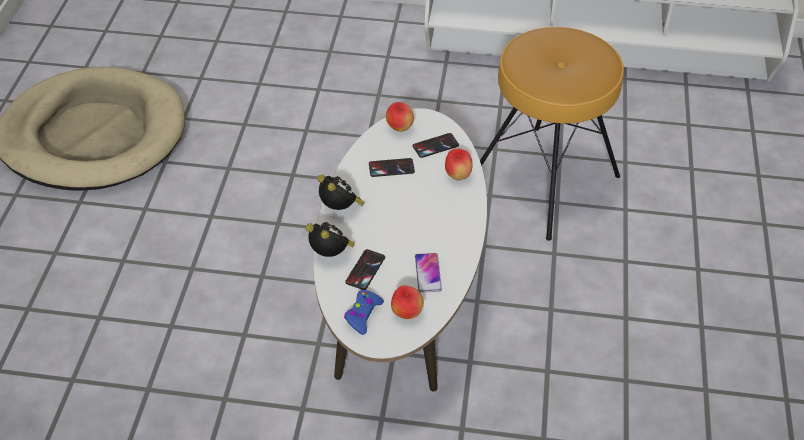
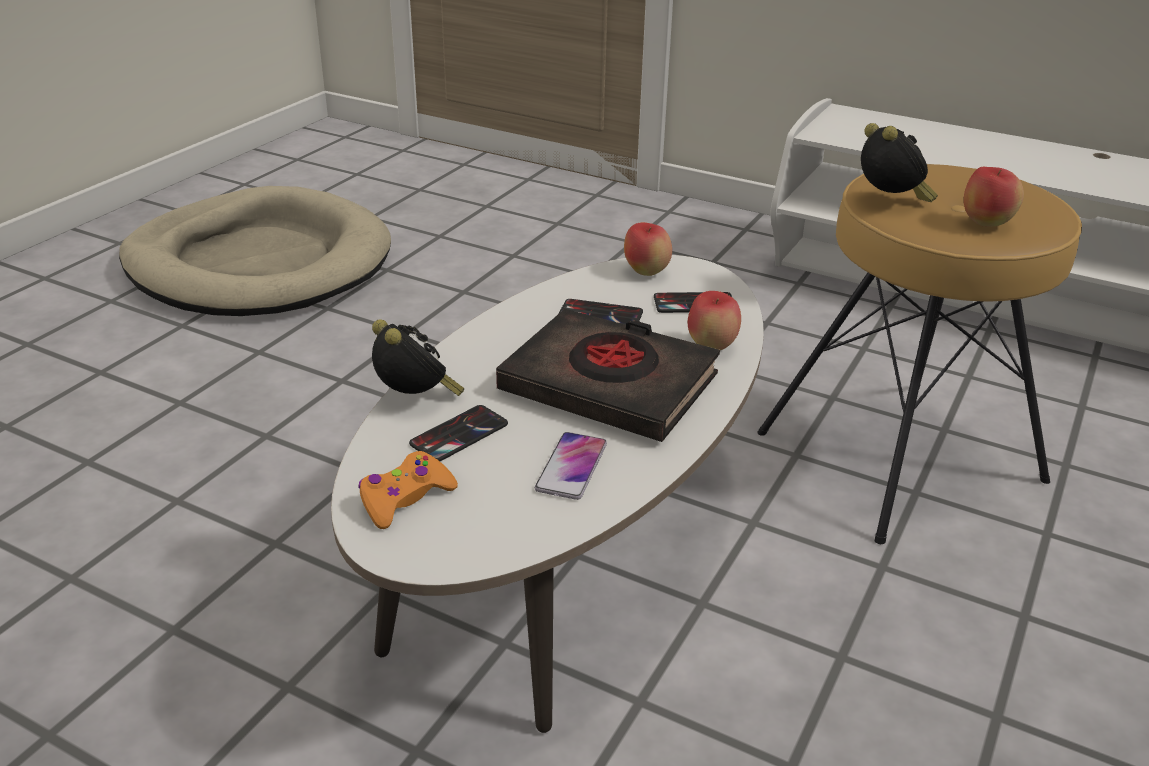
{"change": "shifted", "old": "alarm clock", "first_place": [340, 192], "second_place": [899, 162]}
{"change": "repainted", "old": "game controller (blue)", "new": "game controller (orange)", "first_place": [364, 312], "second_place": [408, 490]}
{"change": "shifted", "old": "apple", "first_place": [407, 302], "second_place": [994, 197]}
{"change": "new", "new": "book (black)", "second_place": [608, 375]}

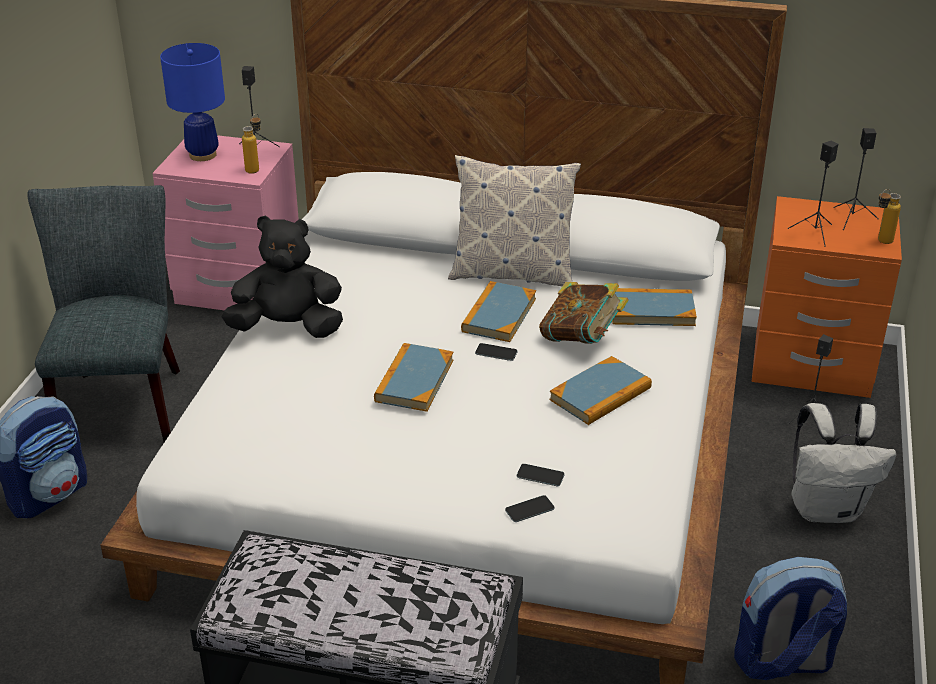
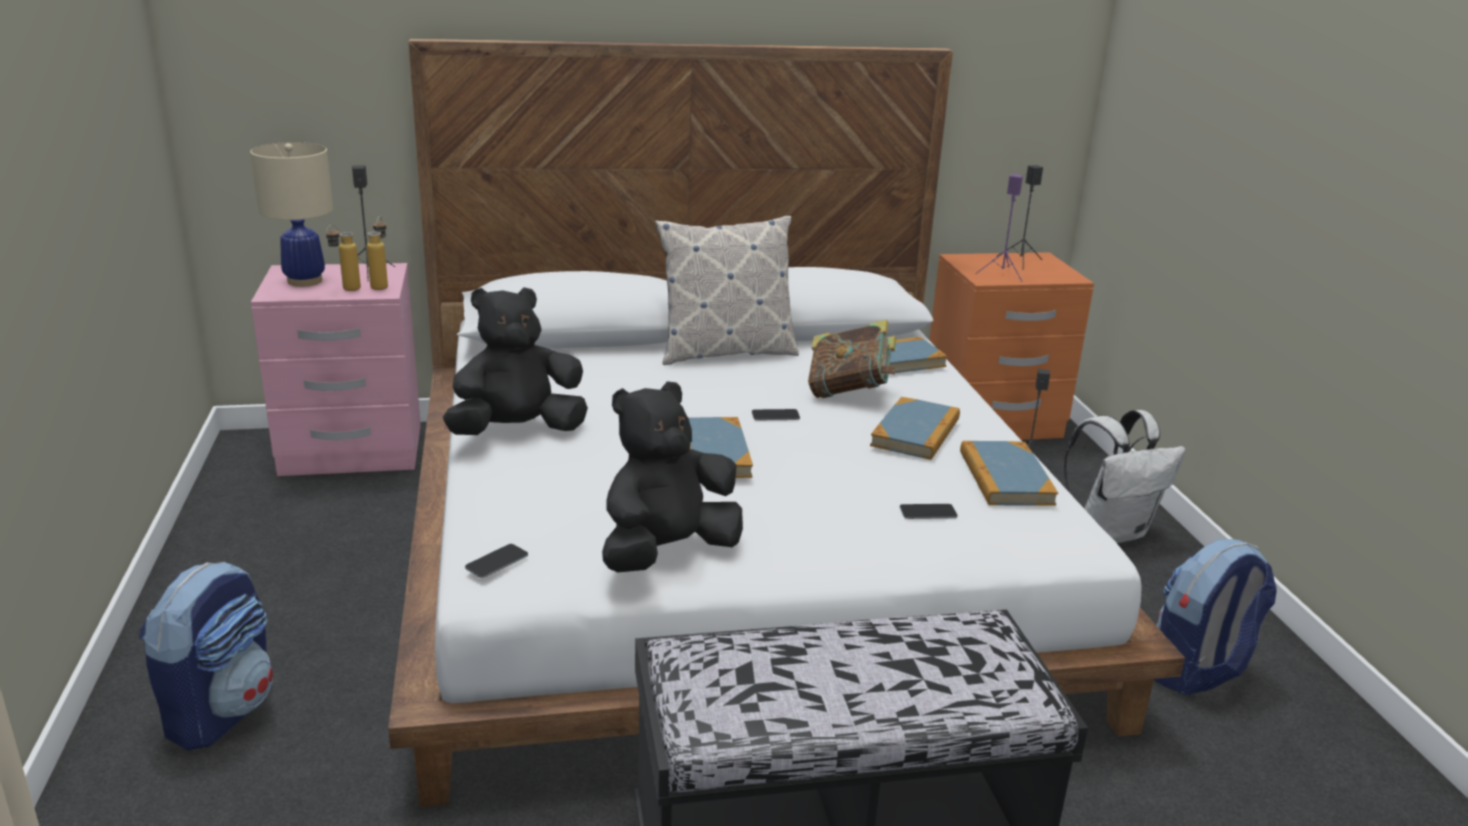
{"change": "gone", "old": "chair (grey)", "first_place": [103, 313]}
{"change": "repainted", "old": "table lamp (blue)", "new": "table lamp (beige)", "first_place": [192, 102], "second_place": [291, 214]}
{"change": "shifted", "old": "book", "first_place": [498, 311], "second_place": [1009, 473]}
{"change": "shifted", "old": "phone", "first_place": [530, 508], "second_place": [496, 561]}
{"change": "repainted", "old": "speaker (black)", "new": "speaker (purple)", "first_place": [813, 194], "second_place": [999, 228]}
{"change": "shifted", "old": "bottle", "first_place": [889, 216], "second_place": [343, 258]}
{"change": "new", "new": "plush toy (black)", "second_place": [672, 476]}

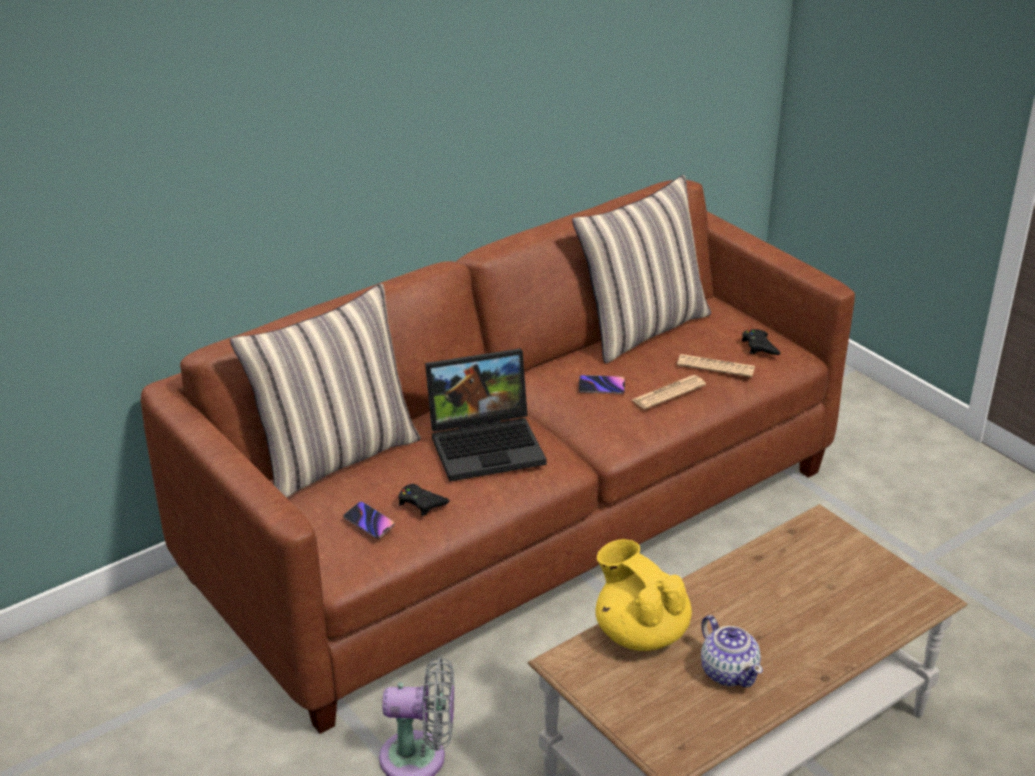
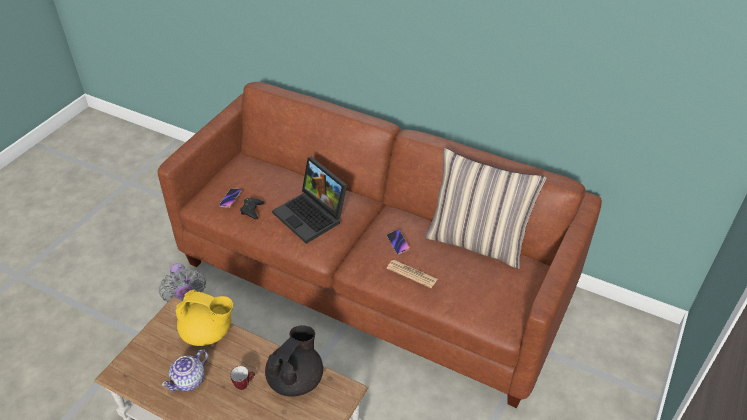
{"change": "gone", "old": "pillow", "first_place": [325, 391]}
{"change": "rotated", "old": "teapot (yellow)", "first_place": [644, 595], "second_place": [204, 317], "degrees": 75}
{"change": "gone", "old": "newspaper", "first_place": [716, 365]}
{"change": "gone", "old": "game controller (black)", "first_place": [761, 342]}
{"change": "new", "new": "mug", "second_place": [242, 378]}
{"change": "new", "new": "teapot (black)", "second_place": [294, 361]}

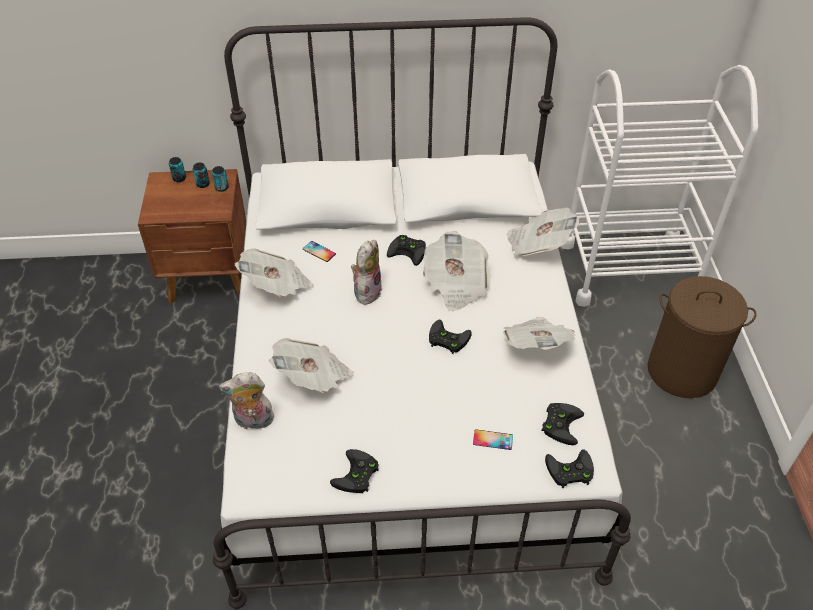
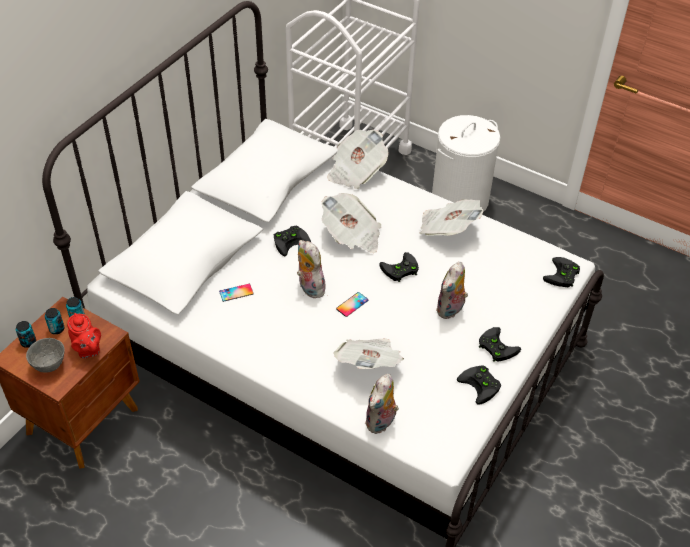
{"change": "gone", "old": "newspaper", "first_place": [274, 272]}
{"change": "shifted", "old": "phone", "first_place": [493, 439], "second_place": [352, 304]}
{"change": "shifted", "old": "game controller (black)", "first_place": [562, 424], "second_place": [500, 344]}
{"change": "repainted", "old": "laundry basket (brown)", "new": "laundry basket (white)", "first_place": [702, 337], "second_place": [466, 163]}
{"change": "new", "new": "bowl (grey)", "second_place": [45, 355]}
{"change": "new", "new": "teapot (red)", "second_place": [84, 336]}
{"change": "new", "new": "plush toy", "second_place": [452, 290]}

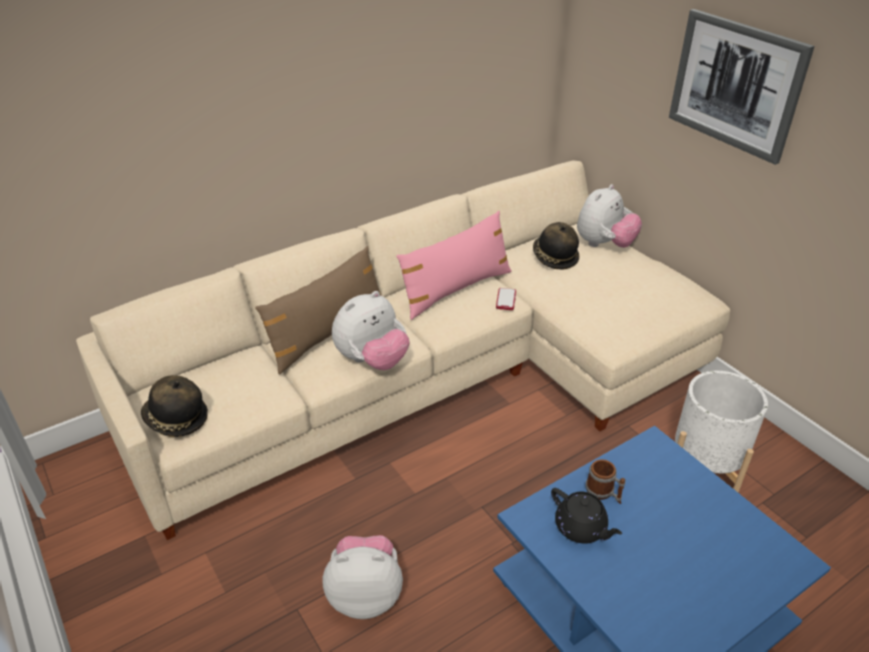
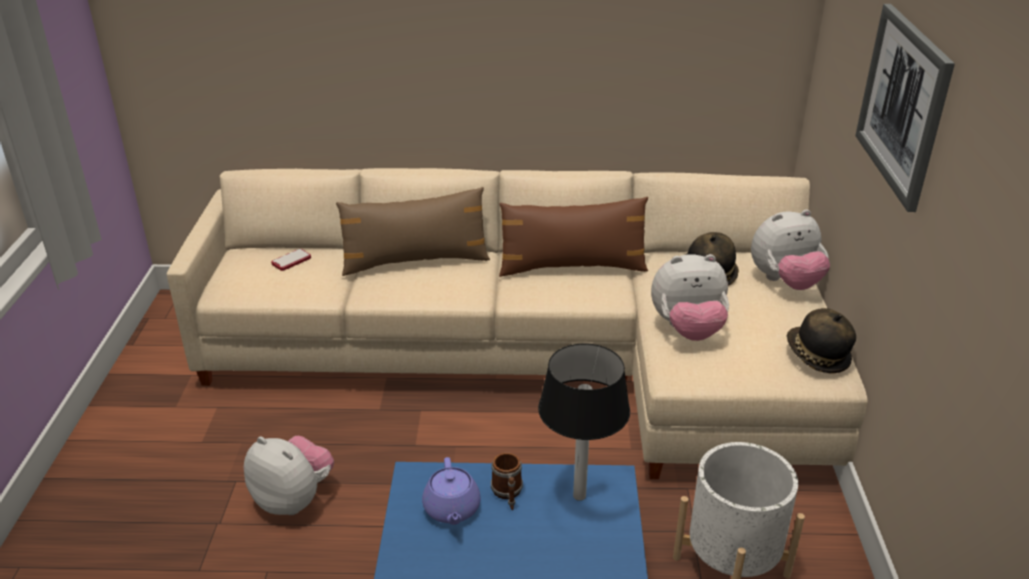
{"change": "shifted", "old": "hat", "first_place": [174, 406], "second_place": [821, 341]}
{"change": "shifted", "old": "plush toy", "first_place": [371, 330], "second_place": [690, 297]}
{"change": "repainted", "old": "pillow (pink)", "new": "pillow (brown)", "first_place": [454, 265], "second_place": [573, 237]}
{"change": "shifted", "old": "phone", "first_place": [506, 299], "second_place": [291, 260]}
{"change": "repainted", "old": "teapot (black)", "new": "teapot (purple)", "first_place": [586, 516], "second_place": [451, 491]}
{"change": "new", "new": "table lamp", "second_place": [584, 422]}

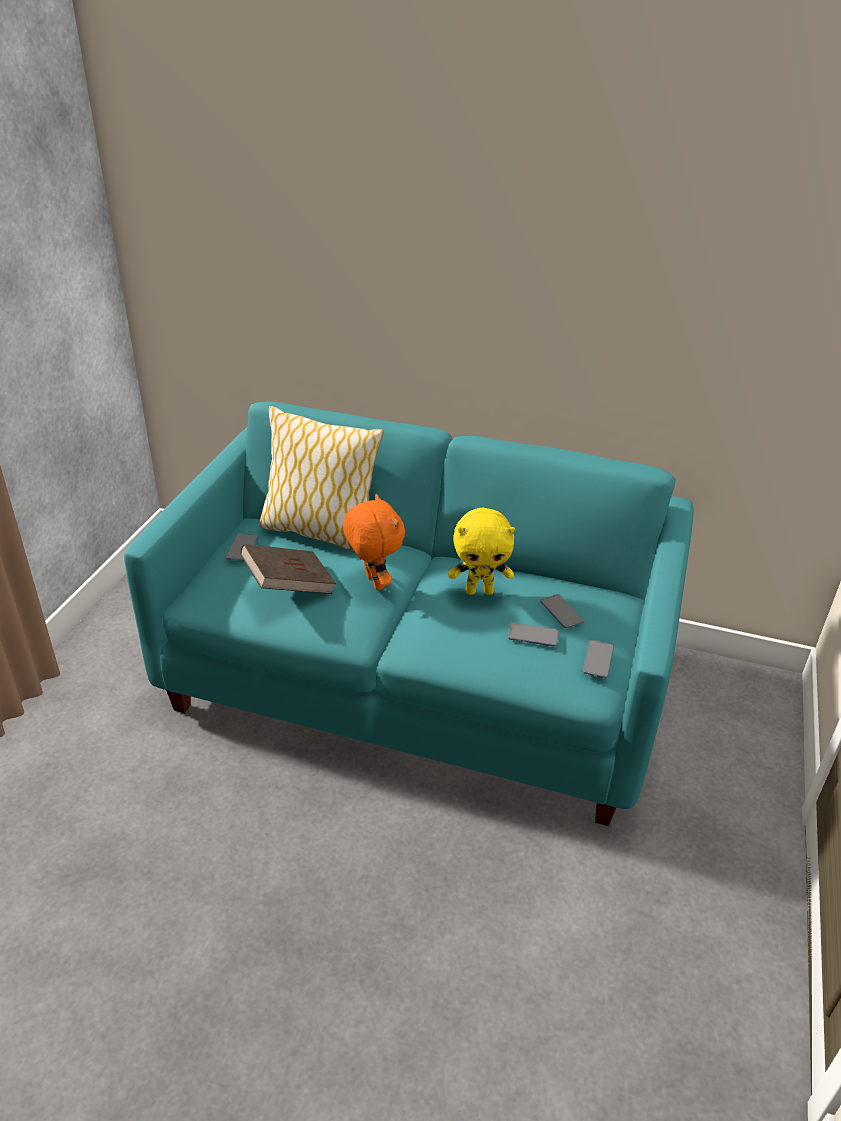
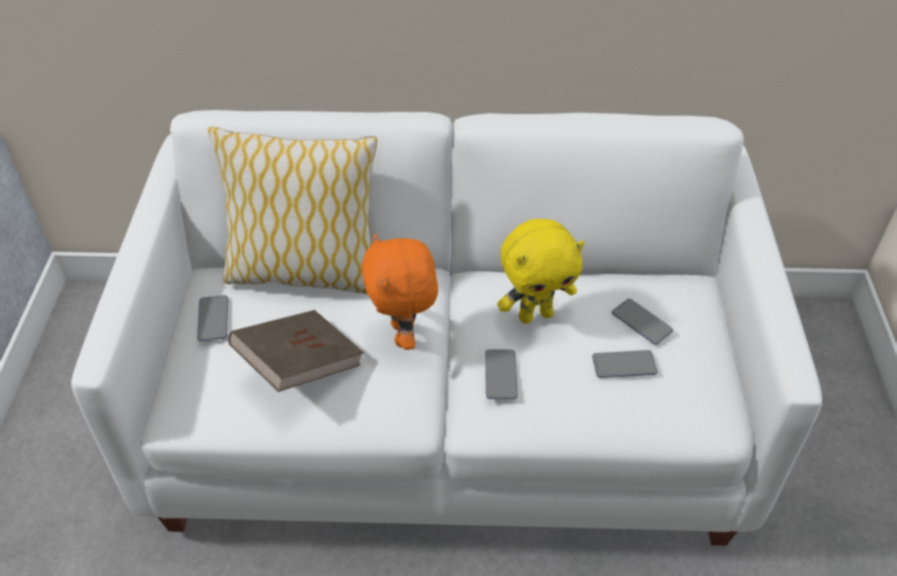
{"change": "repainted", "old": "sofa (turquoise)", "new": "sofa (white)", "first_place": [409, 613], "second_place": [446, 328]}
{"change": "rotated", "old": "plush toy (orange)", "first_place": [374, 542], "second_place": [399, 291], "degrees": -150}
{"change": "shifted", "old": "phone", "first_place": [598, 659], "second_place": [501, 374]}

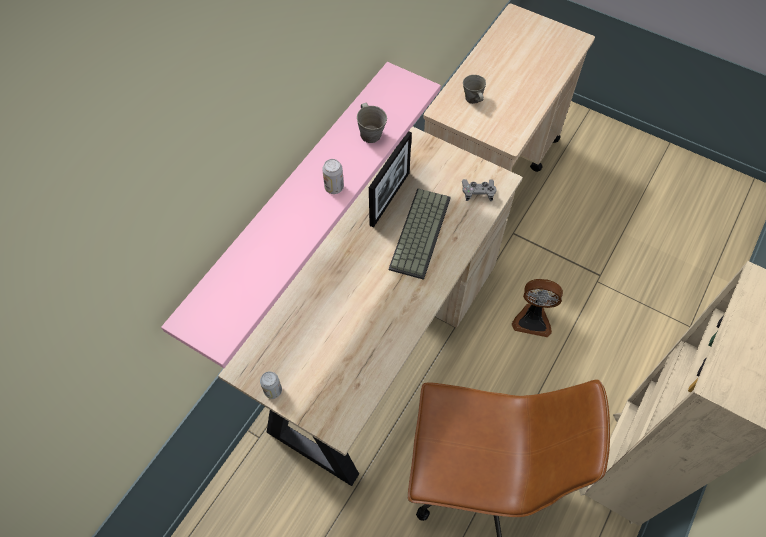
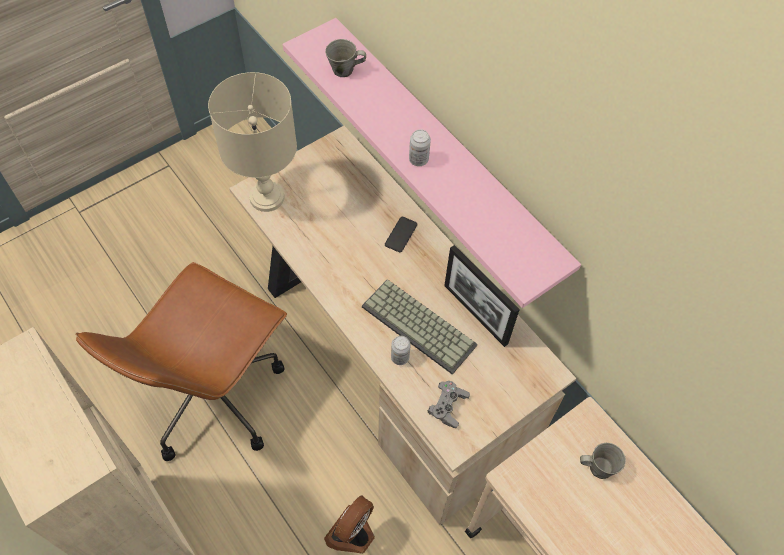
{"change": "shifted", "old": "can", "first_place": [271, 385], "second_place": [401, 350]}
{"change": "shifted", "old": "mug (grey)", "first_place": [372, 123], "second_place": [345, 58]}
{"change": "new", "new": "table lamp (beige)", "second_place": [252, 142]}
{"change": "new", "new": "phone", "second_place": [401, 234]}

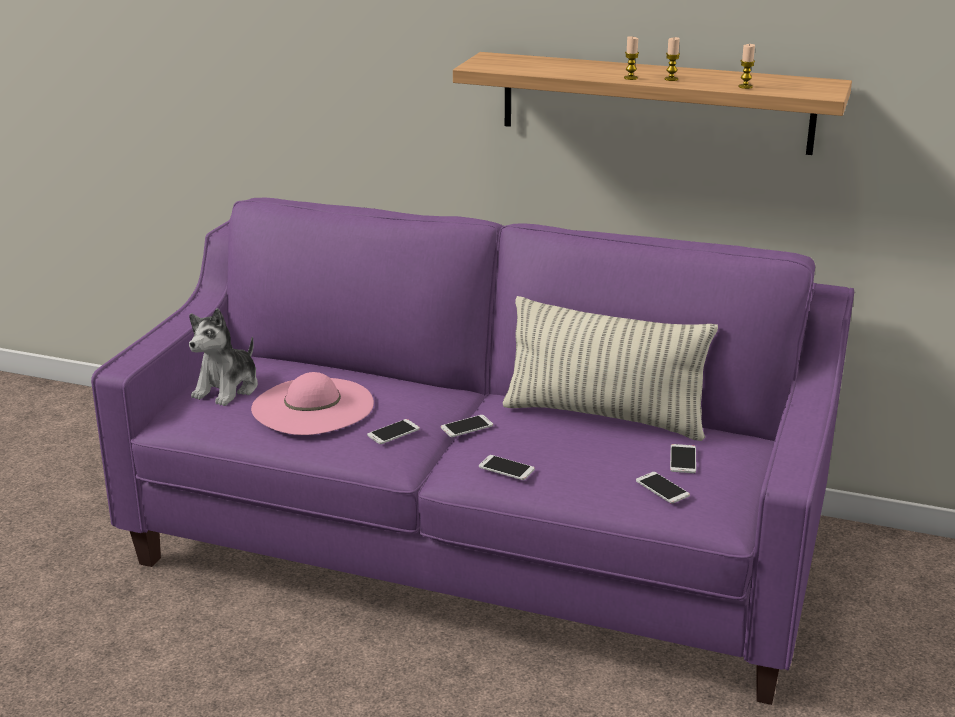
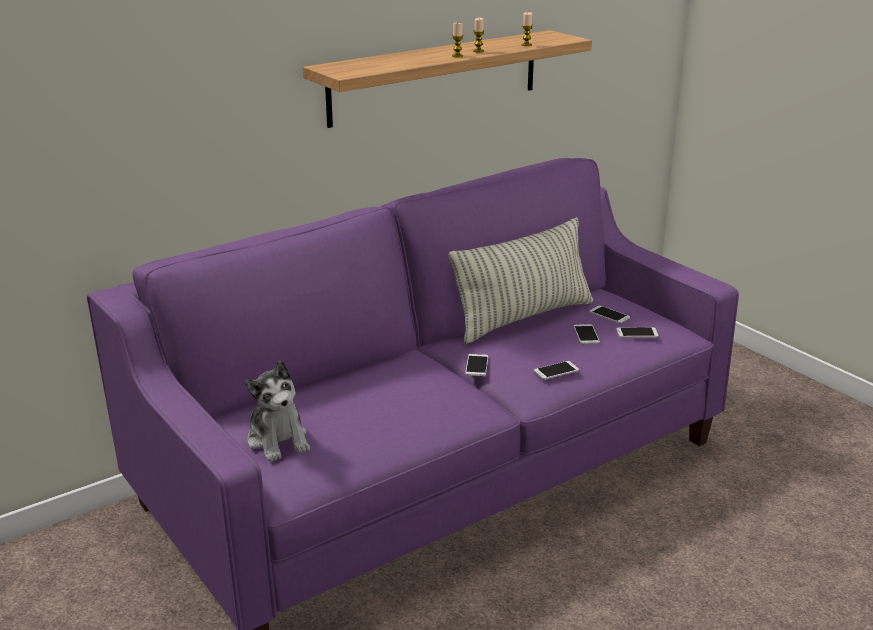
{"change": "gone", "old": "hat (pink)", "first_place": [312, 403]}
{"change": "shifted", "old": "phone", "first_place": [393, 431], "second_place": [587, 334]}

